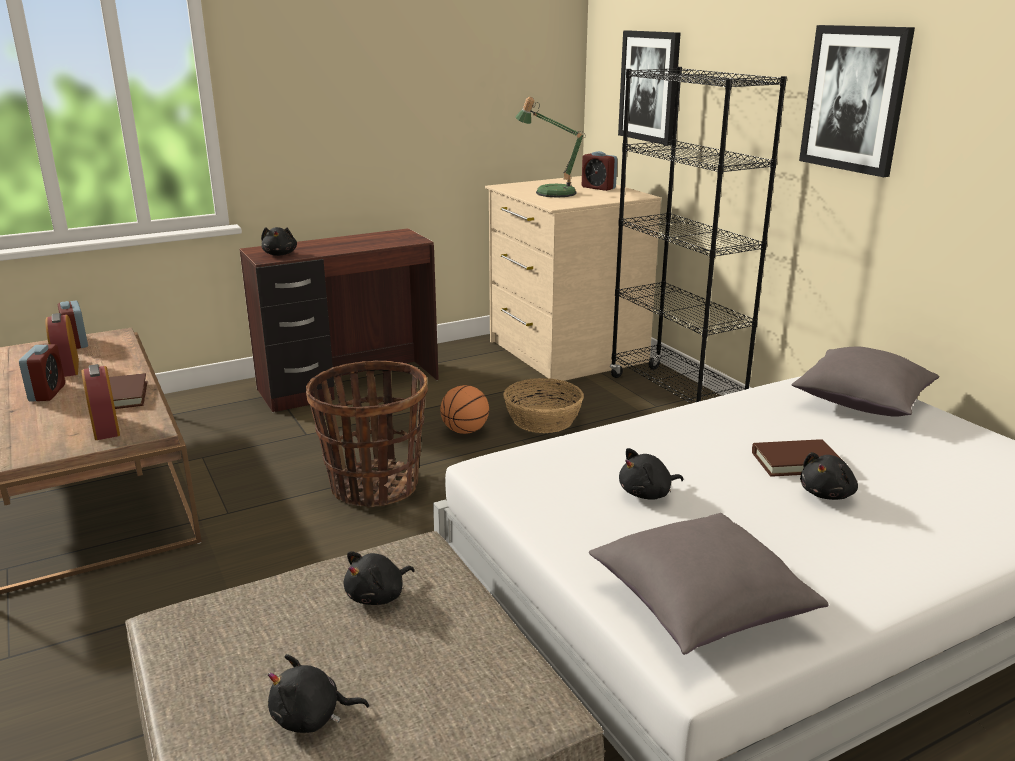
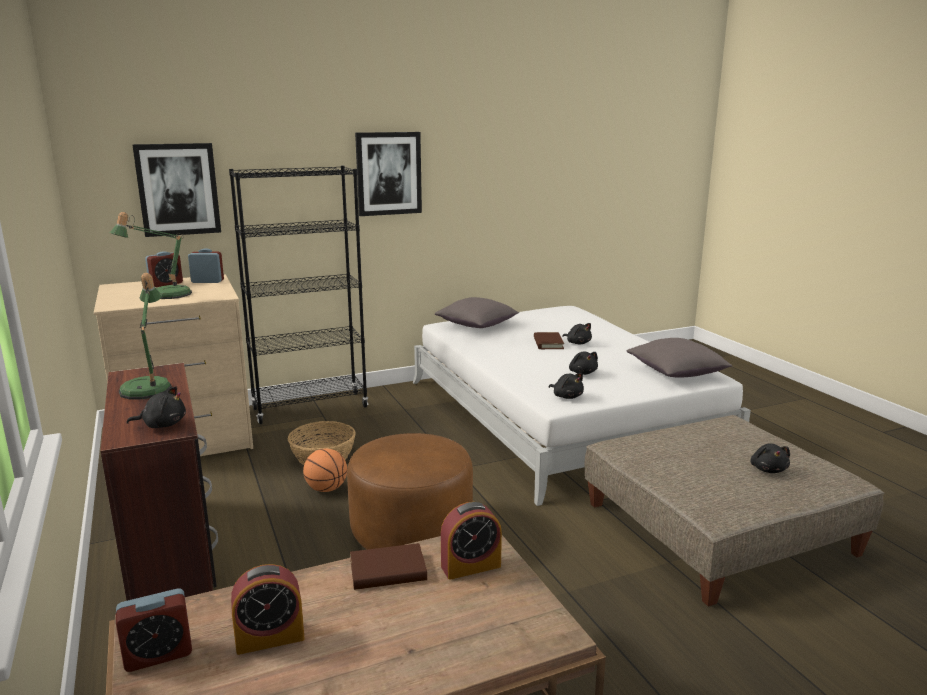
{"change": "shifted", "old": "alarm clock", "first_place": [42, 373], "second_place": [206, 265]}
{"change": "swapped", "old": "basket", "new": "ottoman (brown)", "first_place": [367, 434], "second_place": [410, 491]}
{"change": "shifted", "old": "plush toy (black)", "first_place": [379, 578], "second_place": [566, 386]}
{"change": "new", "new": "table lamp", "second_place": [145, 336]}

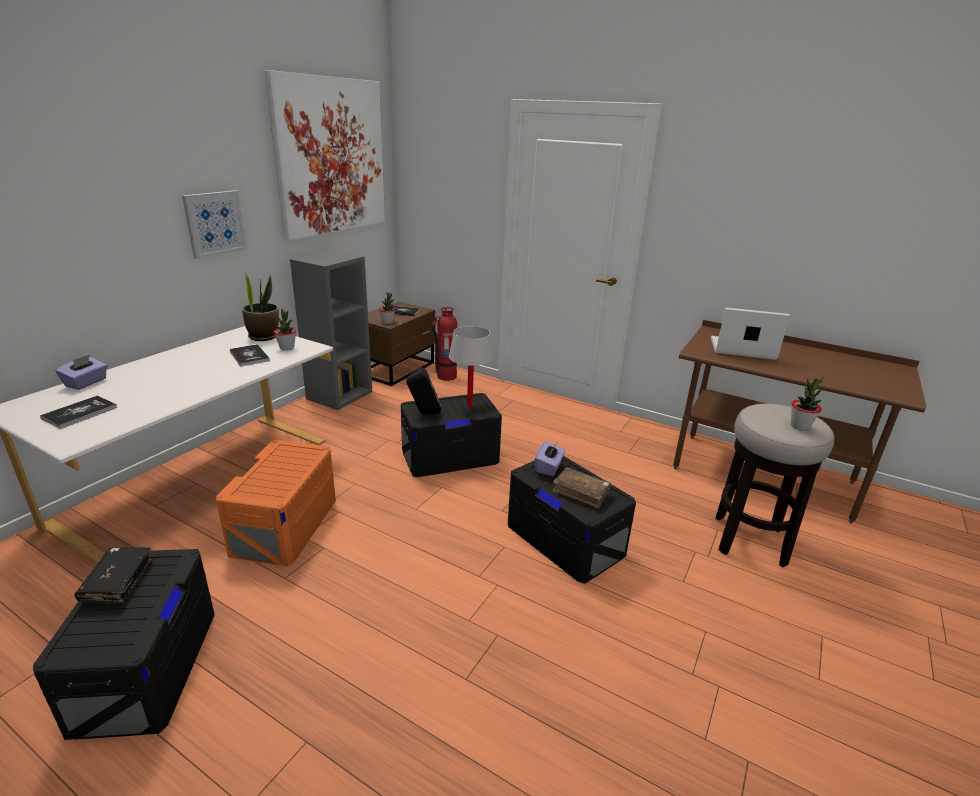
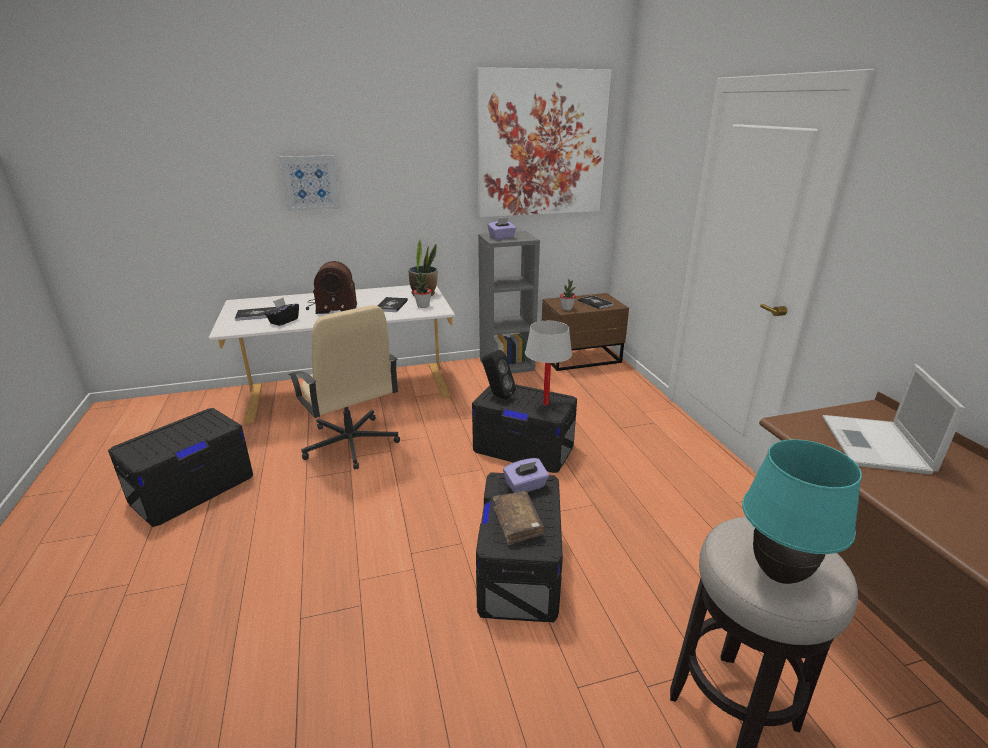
{"change": "shifted", "old": "tissue box (purple)", "first_place": [81, 372], "second_place": [502, 229]}
{"change": "gone", "old": "book (black)", "first_place": [114, 576]}
{"change": "shifted", "old": "picture", "first_place": [214, 224], "second_place": [309, 183]}
{"change": "swapped", "old": "storage box (orange)", "new": "office chair (beige)", "first_place": [276, 503], "second_place": [344, 387]}
{"change": "gone", "old": "fire extinguisher", "first_place": [444, 344]}
{"change": "rotated", "old": "laptop", "first_place": [750, 334], "second_place": [894, 419], "degrees": -135}
{"change": "swapped", "old": "potted plant", "new": "table lamp (turquoise)", "first_place": [807, 404], "second_place": [802, 511]}
{"change": "new", "new": "tissue box (black)", "second_place": [282, 312]}
{"change": "new", "new": "radio", "second_place": [331, 287]}

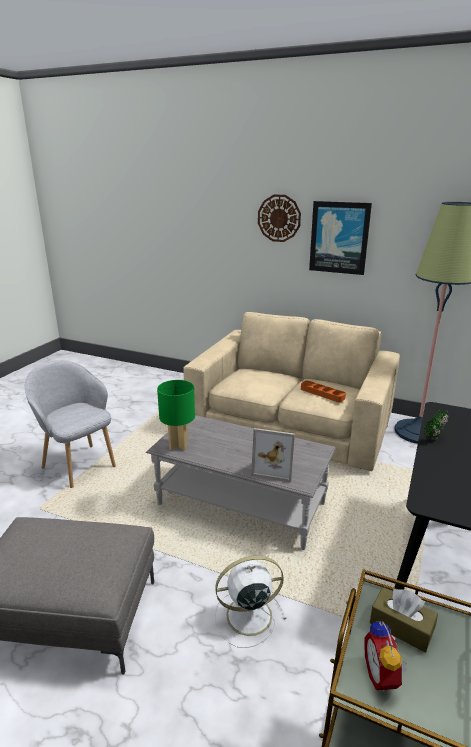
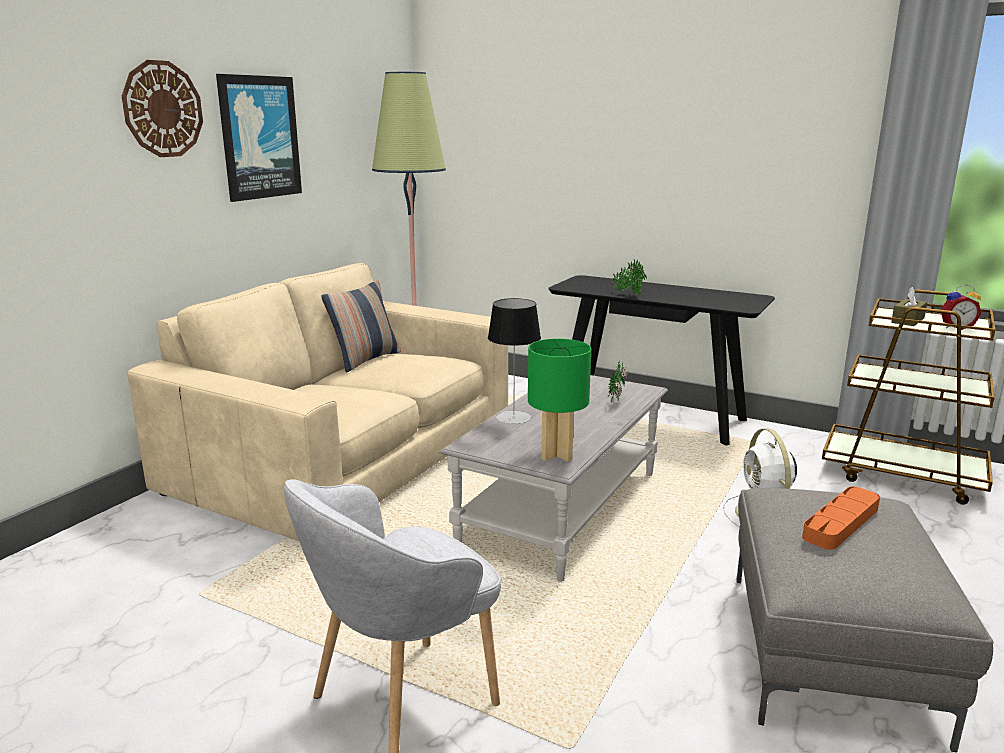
{"change": "swapped", "old": "picture frame", "new": "potted plant", "first_place": [273, 455], "second_place": [618, 382]}
{"change": "shifted", "old": "tray (orange)", "first_place": [323, 391], "second_place": [841, 518]}
{"change": "new", "new": "pillow", "second_place": [361, 326]}
{"change": "new", "new": "table lamp", "second_place": [514, 361]}

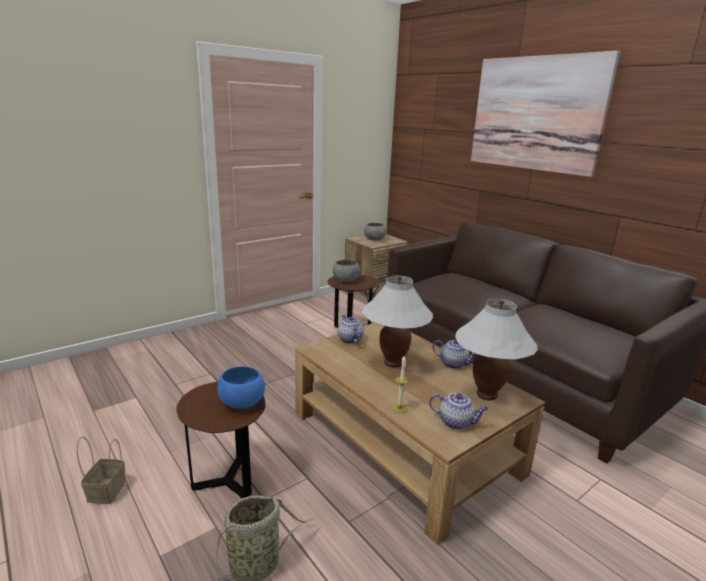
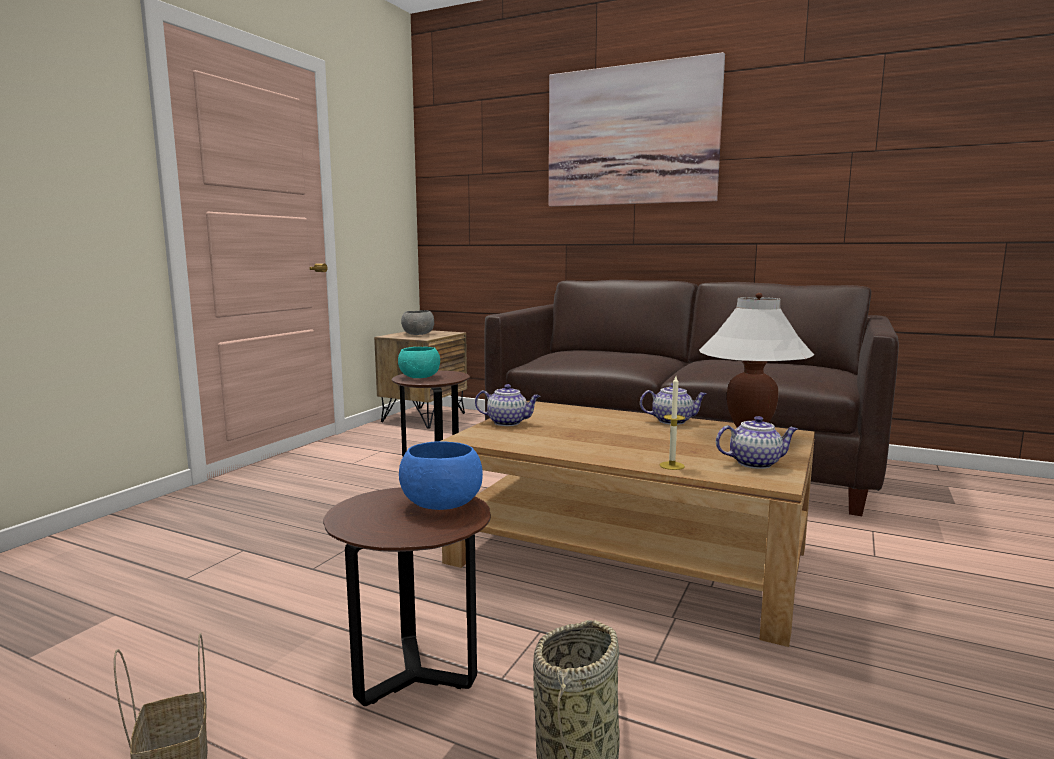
{"change": "repainted", "old": "bowl (grey)", "new": "bowl (turquoise)", "first_place": [346, 271], "second_place": [419, 362]}
{"change": "rotated", "old": "teapot", "first_place": [351, 329], "second_place": [507, 405], "degrees": 150}
{"change": "gone", "old": "table lamp (white)", "first_place": [397, 322]}

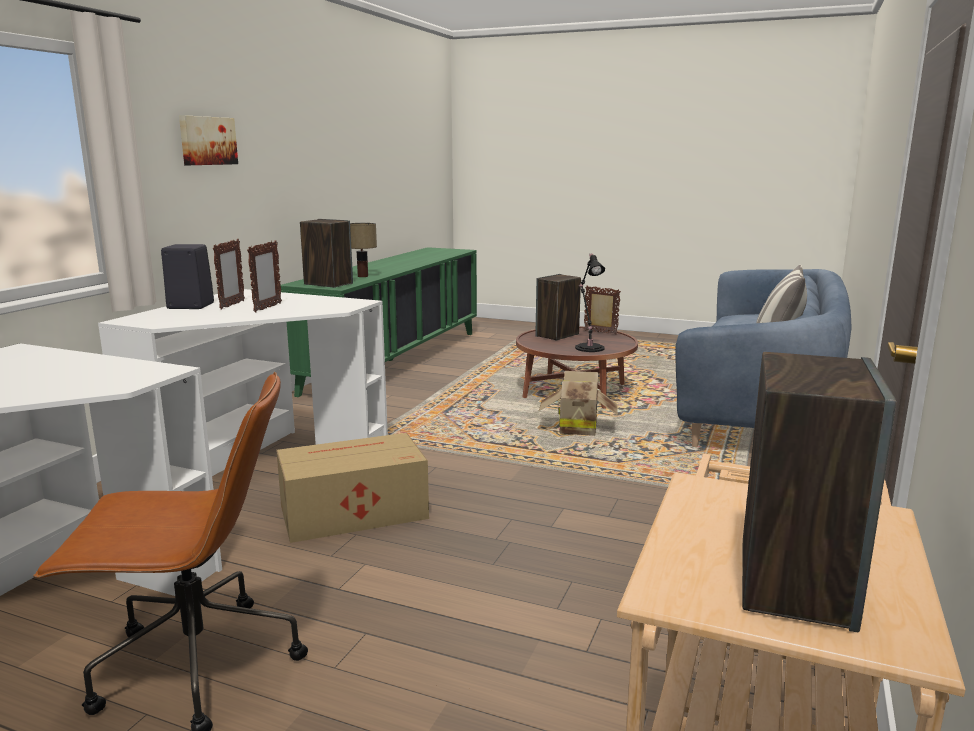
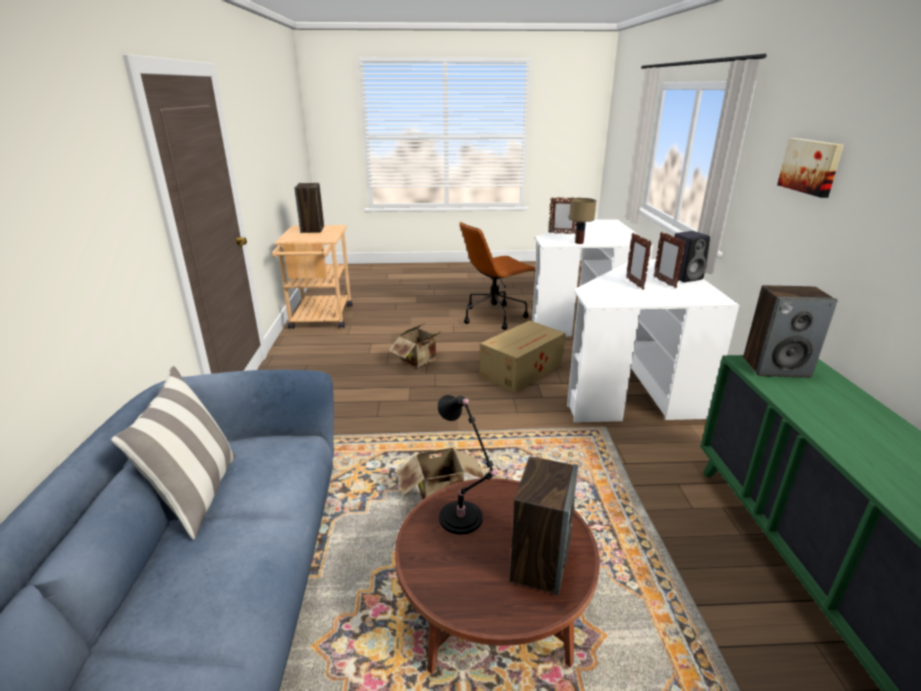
{"change": "shifted", "old": "table lamp", "first_place": [363, 250], "second_place": [582, 221]}
{"change": "shifted", "old": "picture frame", "first_place": [602, 310], "second_place": [562, 215]}
{"change": "new", "new": "cardboard box", "second_place": [417, 345]}

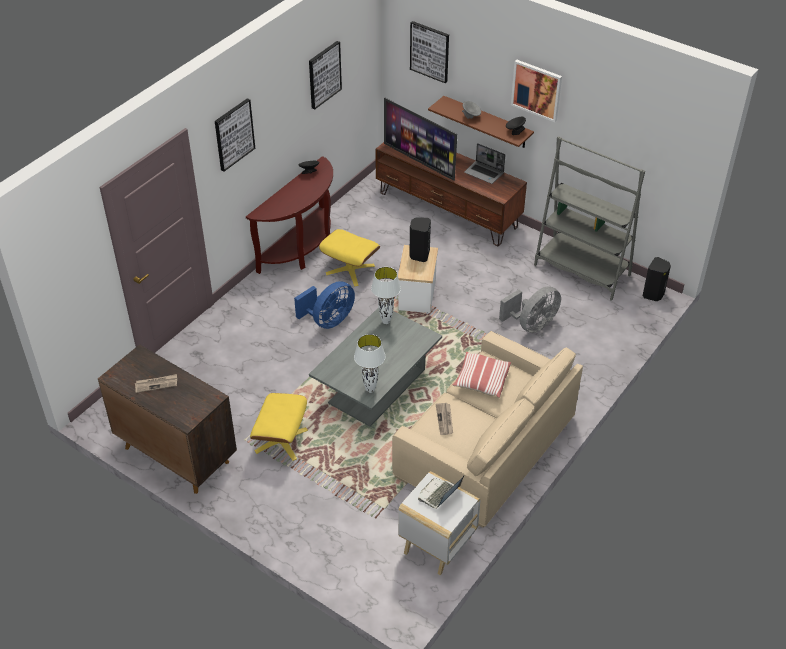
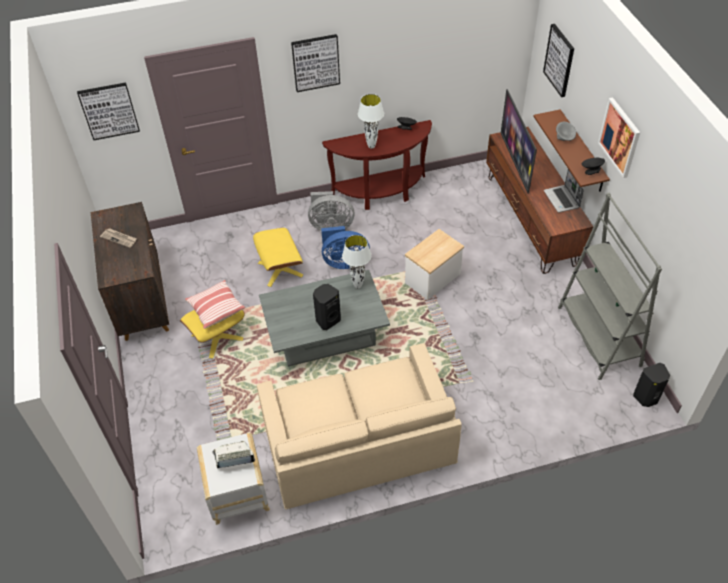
{"change": "shifted", "old": "picture", "first_place": [325, 75], "second_place": [108, 111]}
{"change": "shifted", "old": "ottoman (yellow)", "first_place": [349, 257], "second_place": [278, 257]}
{"change": "shifted", "old": "table lamp (white)", "first_place": [370, 363], "second_place": [371, 121]}
{"change": "shifted", "old": "speaker (black)", "first_place": [420, 239], "second_place": [327, 307]}
{"change": "gone", "old": "newspaper", "first_place": [444, 419]}
{"change": "shifted", "old": "pillow", "first_place": [482, 375], "second_place": [215, 304]}
{"change": "shifted", "old": "fan (grey)", "first_place": [530, 309], "second_place": [331, 211]}

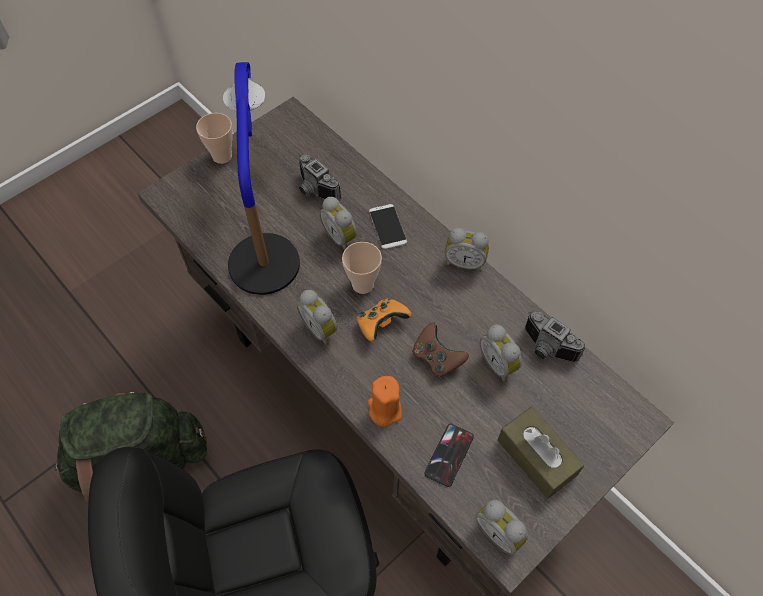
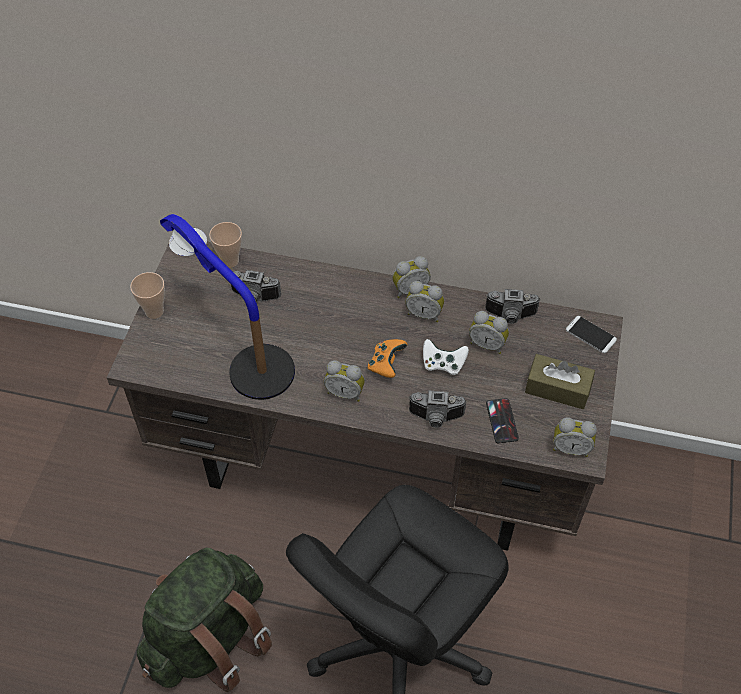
{"change": "shifted", "old": "alarm clock", "first_place": [338, 223], "second_place": [424, 301]}
{"change": "shifted", "old": "cup", "first_place": [362, 268], "second_place": [225, 245]}
{"change": "swapped", "old": "candle (orange)", "new": "photo camera", "first_place": [385, 401], "second_place": [437, 409]}
{"change": "shifted", "old": "phone", "first_place": [388, 226], "second_place": [591, 334]}
{"change": "repainted", "old": "game controller (brown)", "new": "game controller (white)", "first_place": [440, 349], "second_place": [446, 357]}

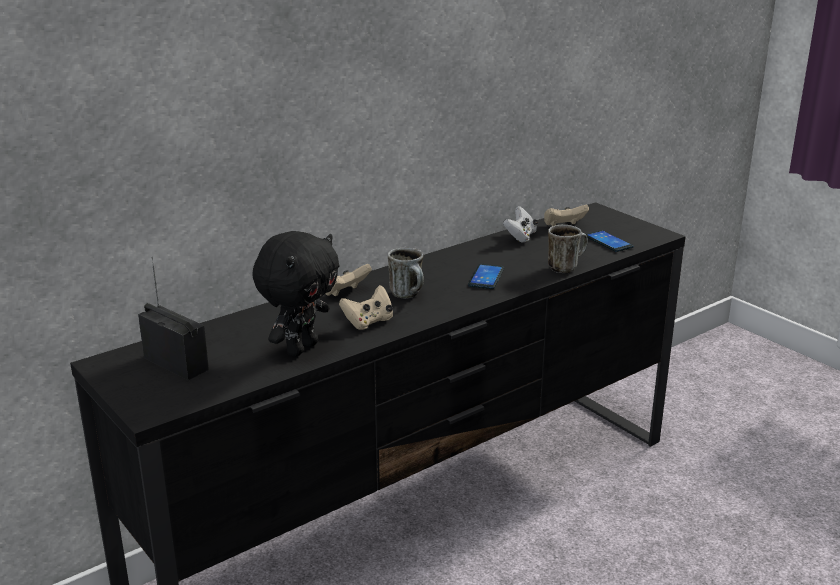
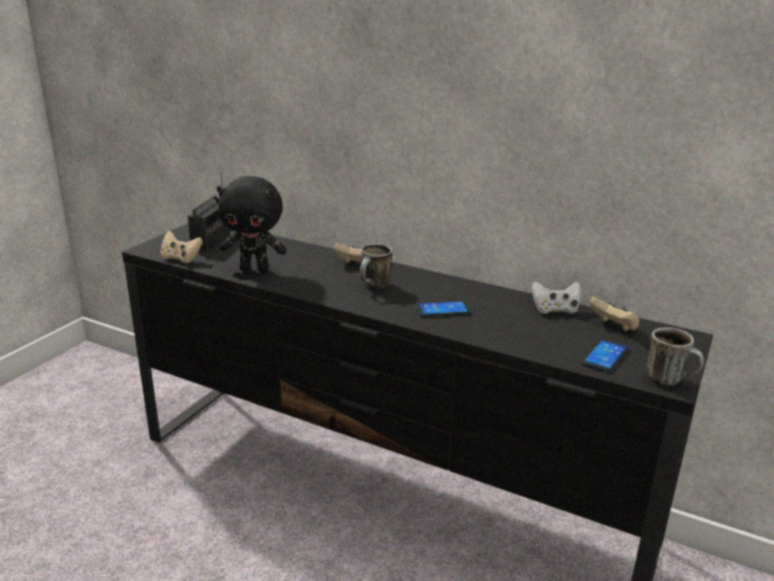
{"change": "shifted", "old": "game controller (beige)", "first_place": [366, 307], "second_place": [182, 247]}
{"change": "shifted", "old": "mug", "first_place": [568, 249], "second_place": [675, 357]}

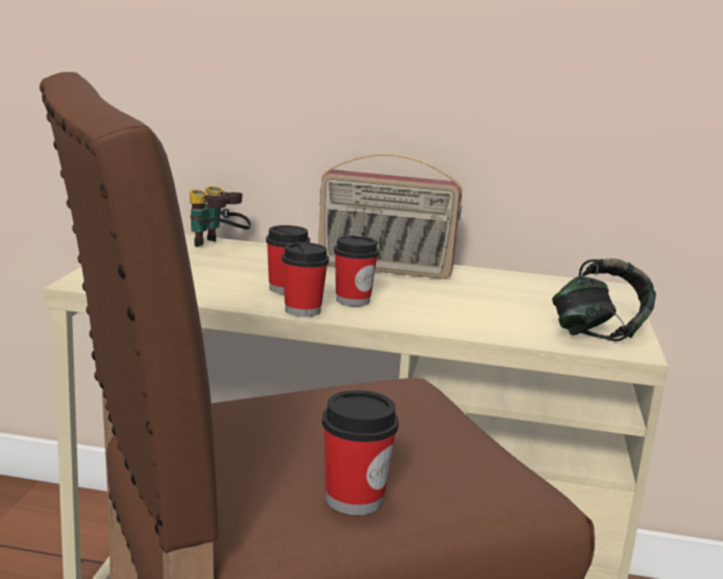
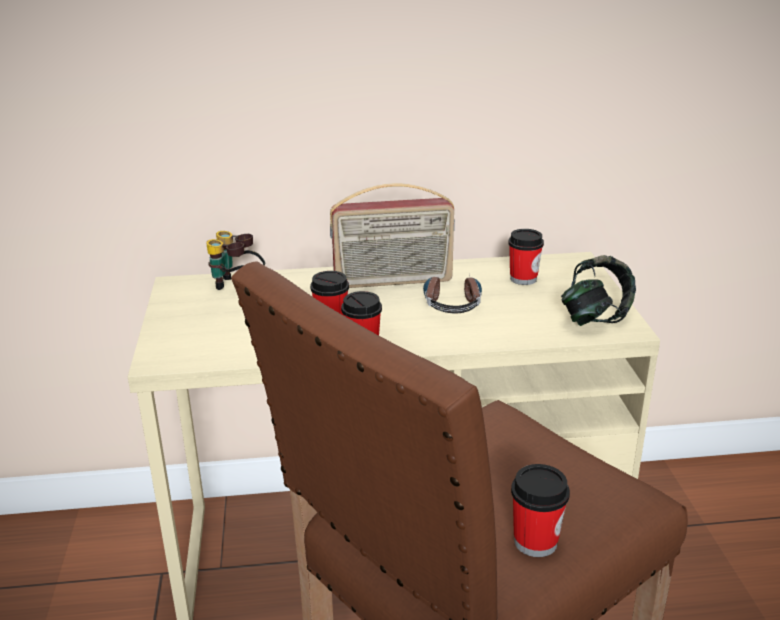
{"change": "shifted", "old": "cup", "first_place": [356, 270], "second_place": [526, 257]}
{"change": "new", "new": "headphones", "second_place": [452, 294]}

